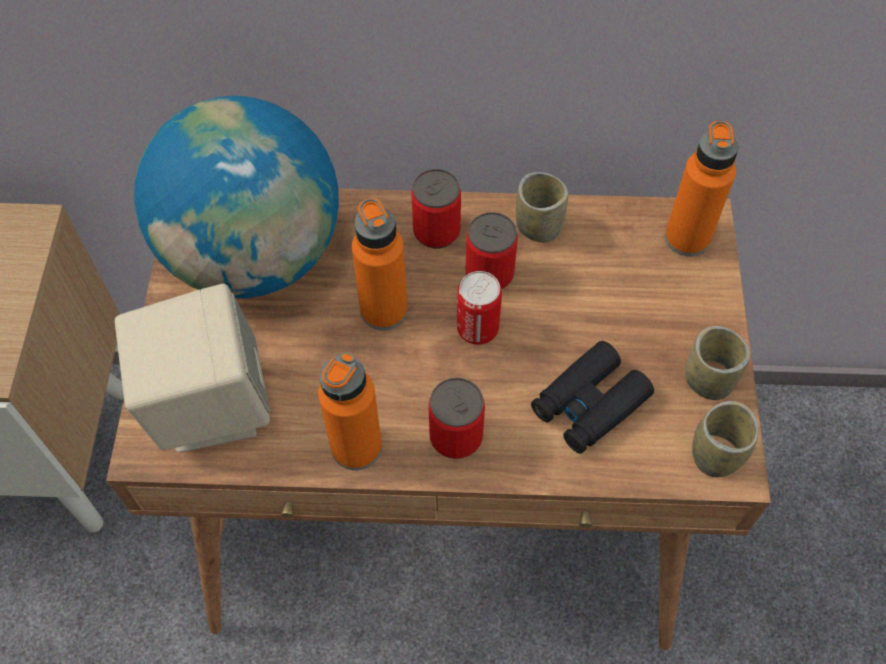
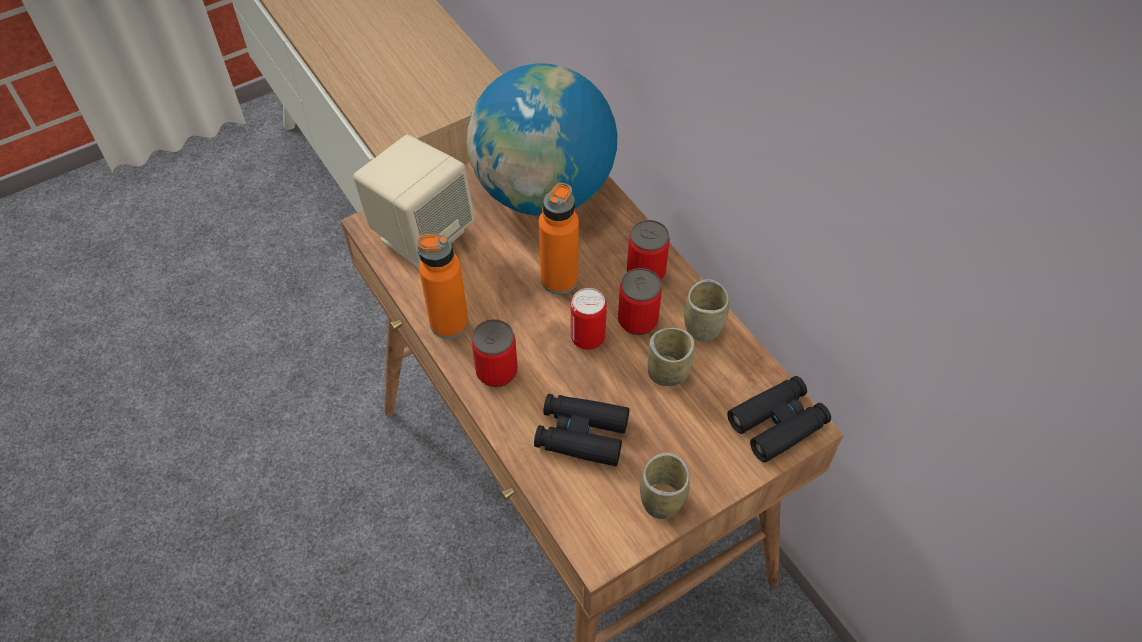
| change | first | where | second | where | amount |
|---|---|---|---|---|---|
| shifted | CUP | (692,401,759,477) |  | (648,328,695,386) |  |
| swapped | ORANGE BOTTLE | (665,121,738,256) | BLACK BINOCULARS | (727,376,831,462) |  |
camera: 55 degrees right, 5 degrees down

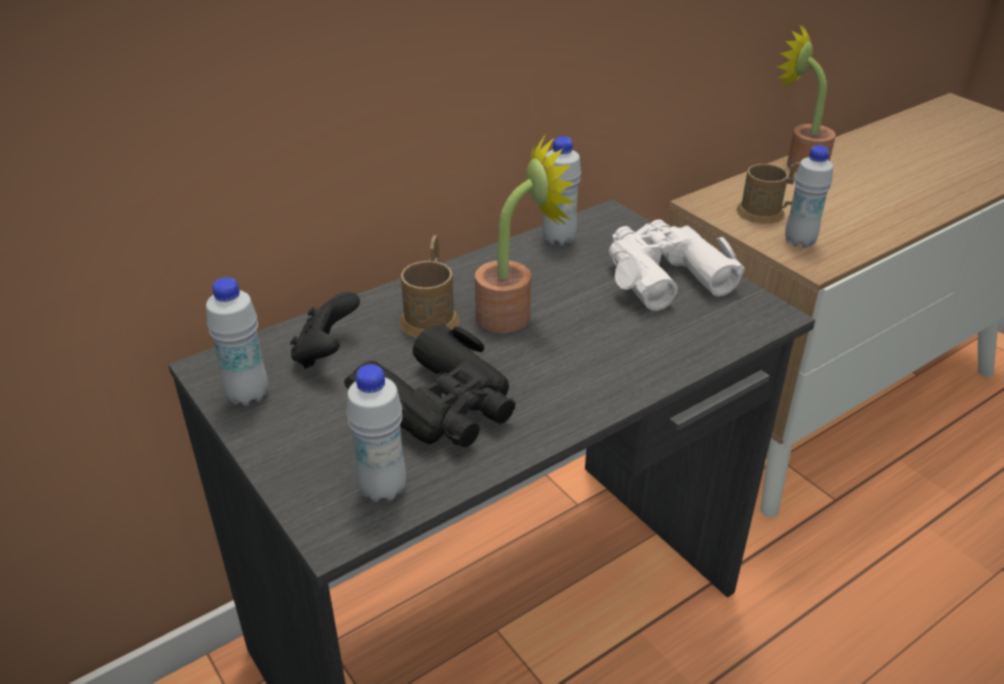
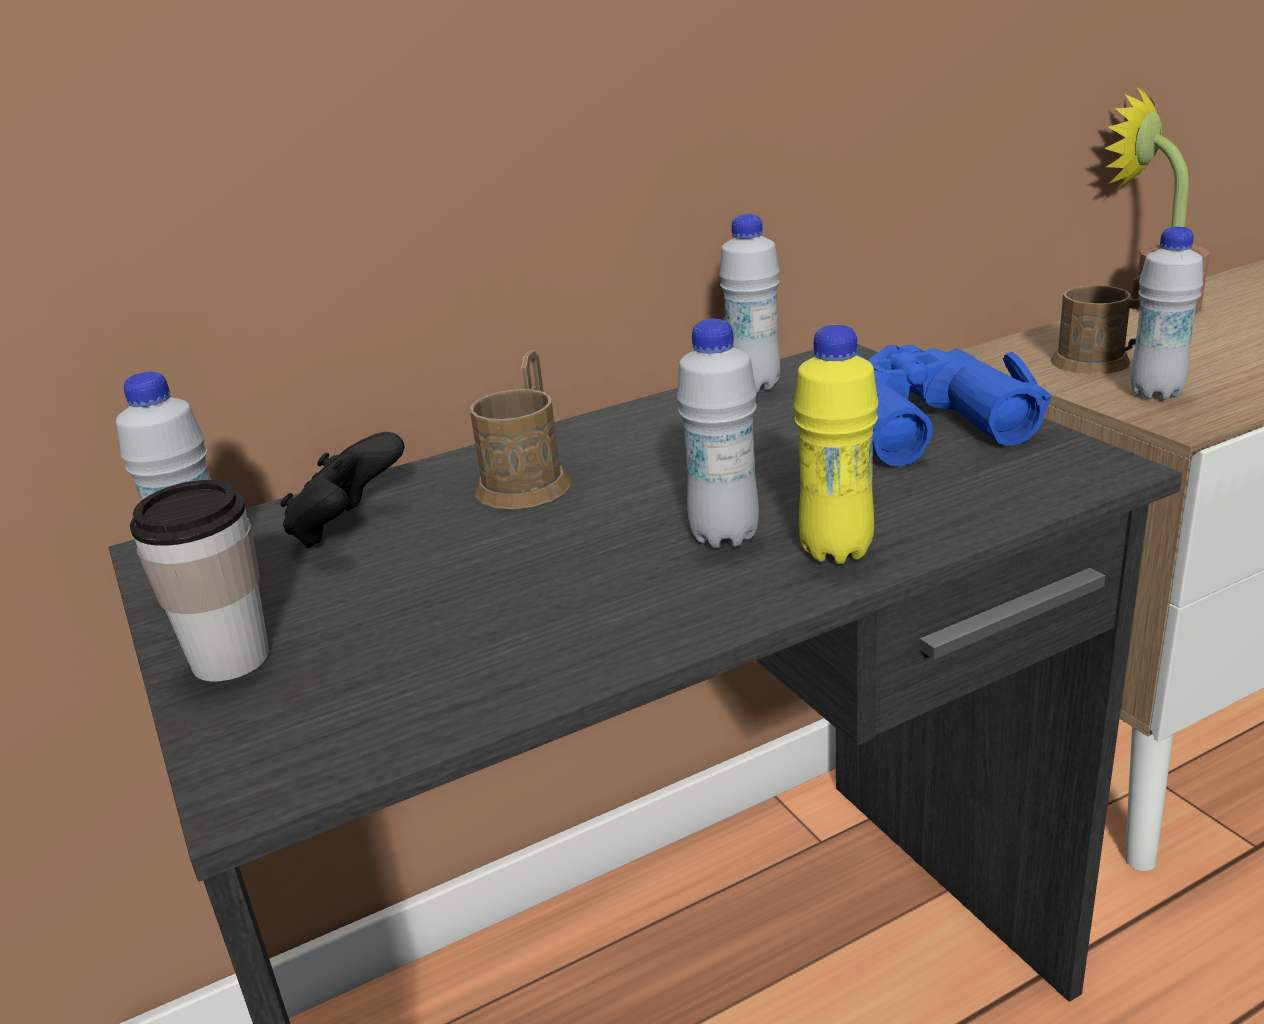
| change | first | where | second | where | amount |
|---|---|---|---|---|---|
| gone | BLACK BINOCULARS | (344,324,516,447) |  |  |  |
| gone | POTTED PLANT | (475,134,575,333) |  |  |  |
| new |  |  | CUP | (130,480,269,682) |  |
| new |  |  | YELLOW BOTTLE | (793,325,879,564) |  |
| shifted | WHITE BOTTLE | (346,364,406,502) |  | (677,319,759,548) |  |
| repainted | WHITE BINOCULARS | (609,220,745,311) | BLUE BINOCULARS | (856,345,1051,466) |  |
camera: 10 degrees right, 10 degrees down

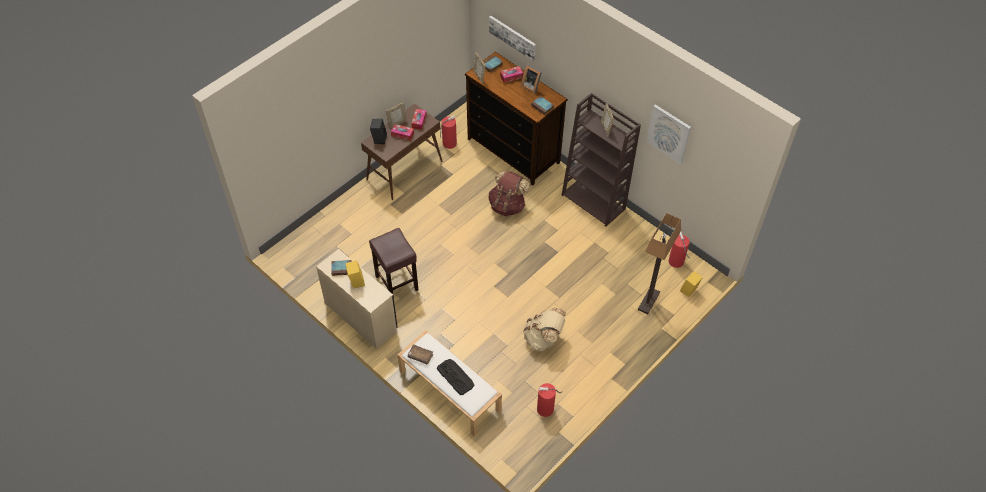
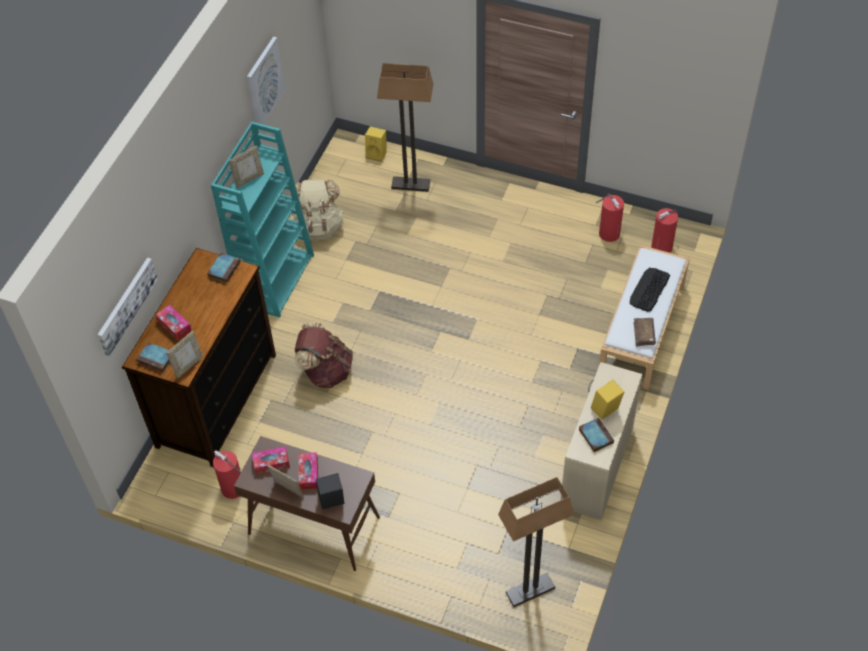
| change | first | where | second | where | amount |
|---|---|---|---|---|---|
| gone | BROWN STOOL | (369,228,419,297) |  |  |  |
| gone | PICTURE FRAME | (521,64,542,94) |  |  |  |
| new |  |  | FLOOR LAMP | (498,477,574,607) |  |
| shifted | BEIGE BACKPACK | (523,308,566,351) |  | (289,179,345,241) |  |
| shifted | FIRE EXTINGUISHER | (669,232,690,268) |  | (651,208,678,253) |  |
| repainted | BROWN BOOKCASE | (562,93,641,227) | TURQUOISE BOOKCASE | (211,121,314,318) |  |
camera: 110 degrees left, 0 degrees up

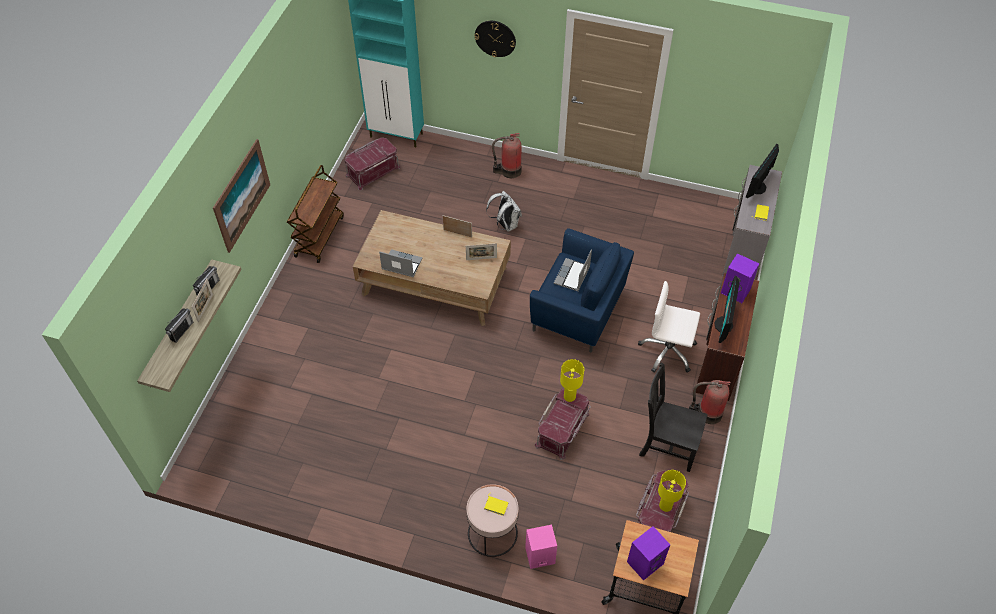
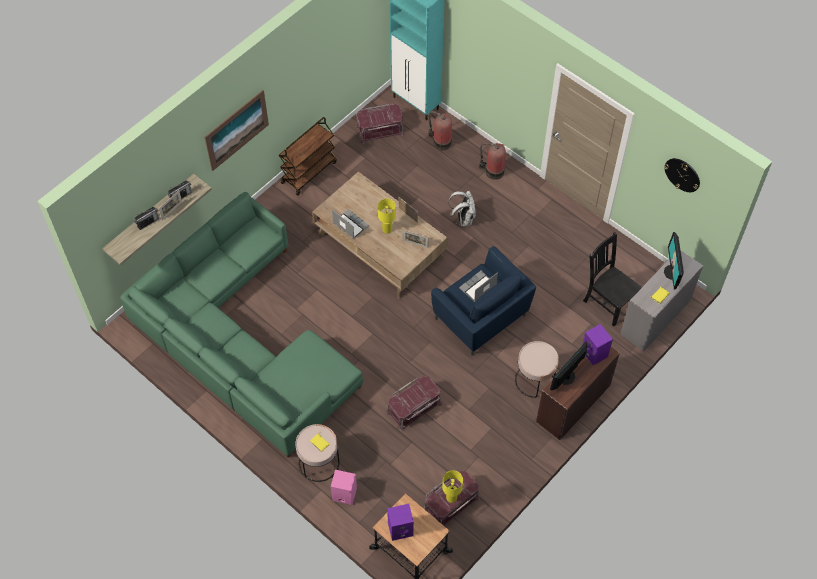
| change | first | where | second | where | amount |
|---|---|---|---|---|---|
| new |  |  | GREEN SOFA | (120,192,363,457) |  |
| shifted | WALL CLOCK | (475,21,516,57) |  | (664,158,700,192) |  |
| shifted | YELLOW TABLE LAMP | (560,359,584,402) |  | (378,199,396,234) |  |
| shifted | BLACK CHAIR | (639,362,707,472) |  | (583,232,642,326) |  |
| shifted | FIRE EXTINGUISHER | (689,380,730,424) |  | (428,111,452,150) |  |
| swapped | WHITE OFFICE CHAIR | (638,281,700,373) | PINK SIDE TABLE | (515,341,559,398) |  |
| rotated | MONITOR | (746,144,779,198) |  | (664,232,684,289) | 60 degrees counterclockwise |
camera: 25 degrees right, 5 degrees up

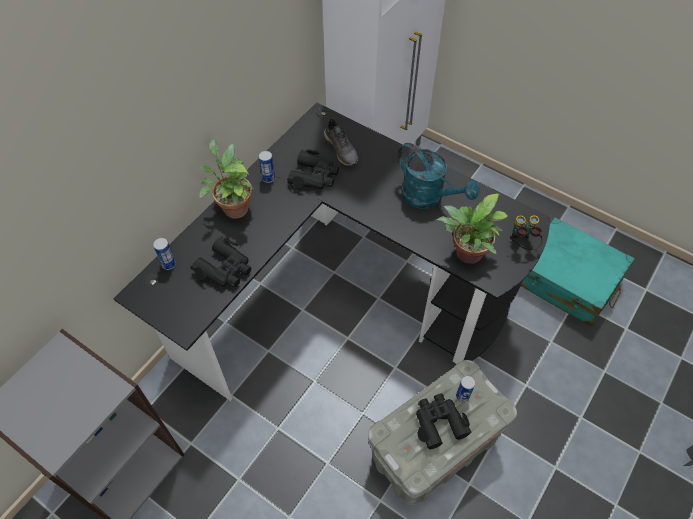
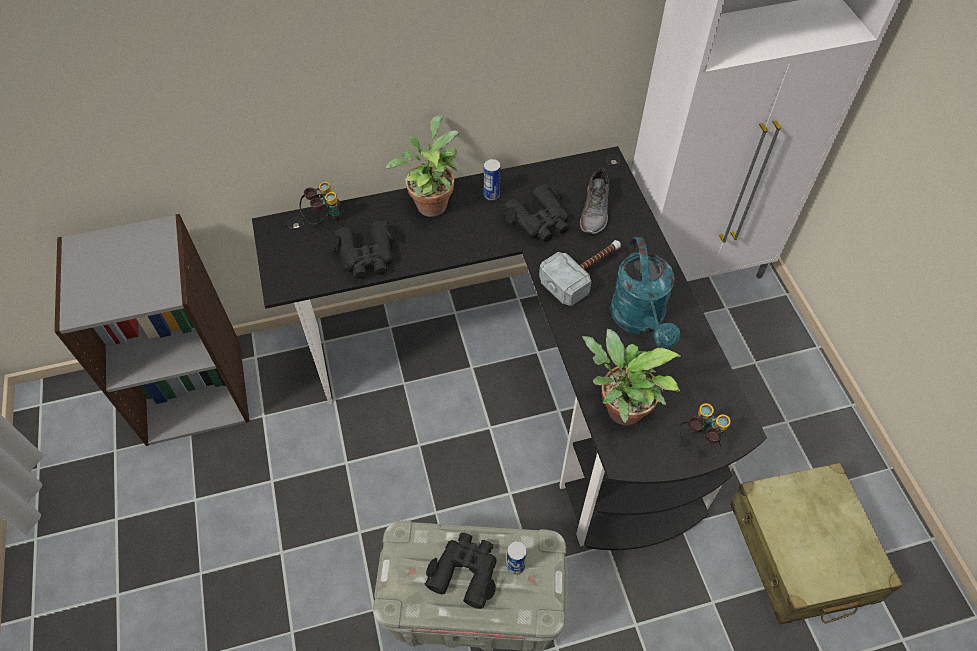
| change | first | where | second | where | amount |
|---|---|---|---|---|---|
| new |  |  | HAMMER | (539,240,621,306) |  |
| swapped | CAN | (153,238,176,270) | BINOCULARS | (300,181,341,225) |  |
| repainted | TURQUOISE SUITCASE | (521,217,635,327) | BEIGE SUITCASE | (730,463,903,625) |  |
camera: 40 degrees right, 0 degrees up

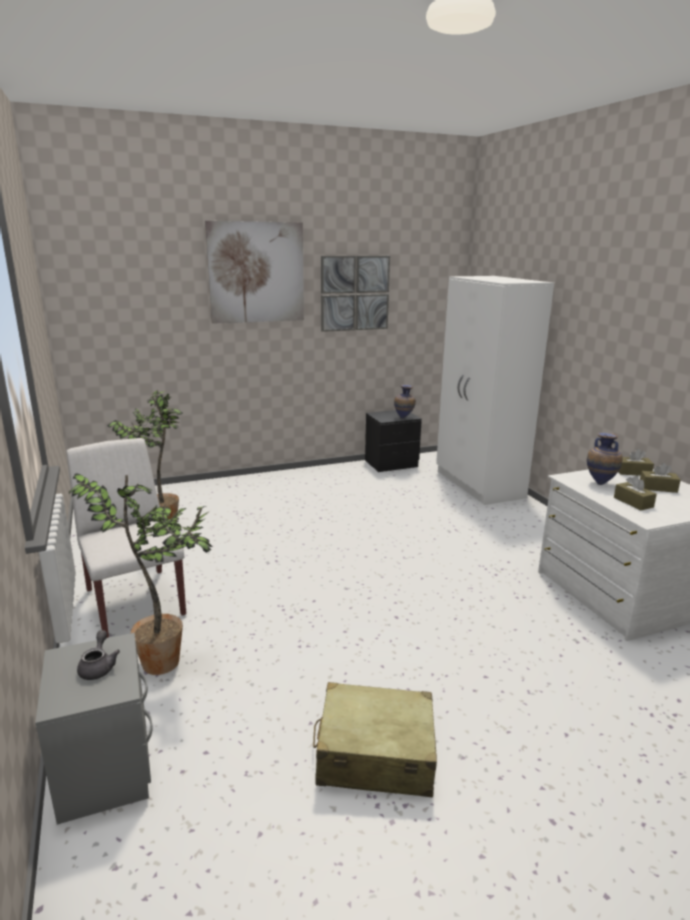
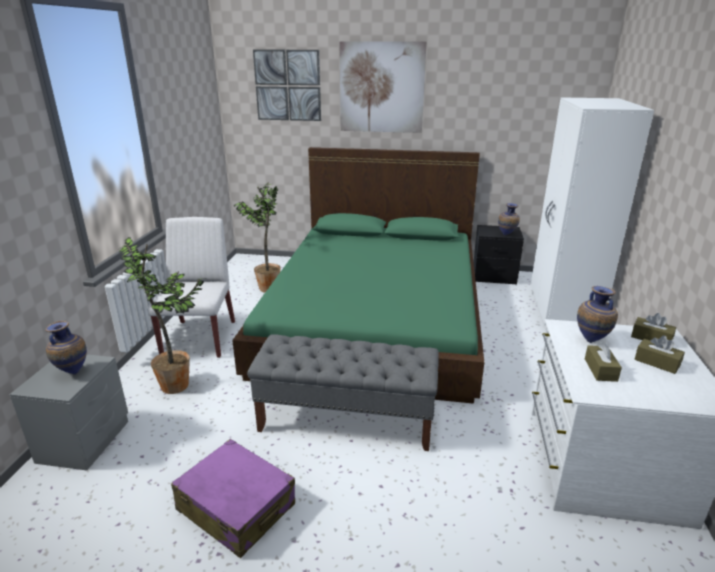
| change | first | where | second | where | amount |
|---|---|---|---|---|---|
| new |  |  | GREEN BED | (232,147,484,404) |  |
| new |  |  | GREY BENCH | (247,334,439,451) |  |
| shifted | PICTURE | (321,256,390,332) |  | (253,50,321,121) |  |
| swapped | GREY TEAPOT | (77,630,120,680) | VASE | (45,321,87,375) |  |
| repainted | BEIGE SUITCASE | (313,682,437,797) | PURPLE SUITCASE | (171,439,295,558) |  |
camera: 30 degrees right, 5 degrees up

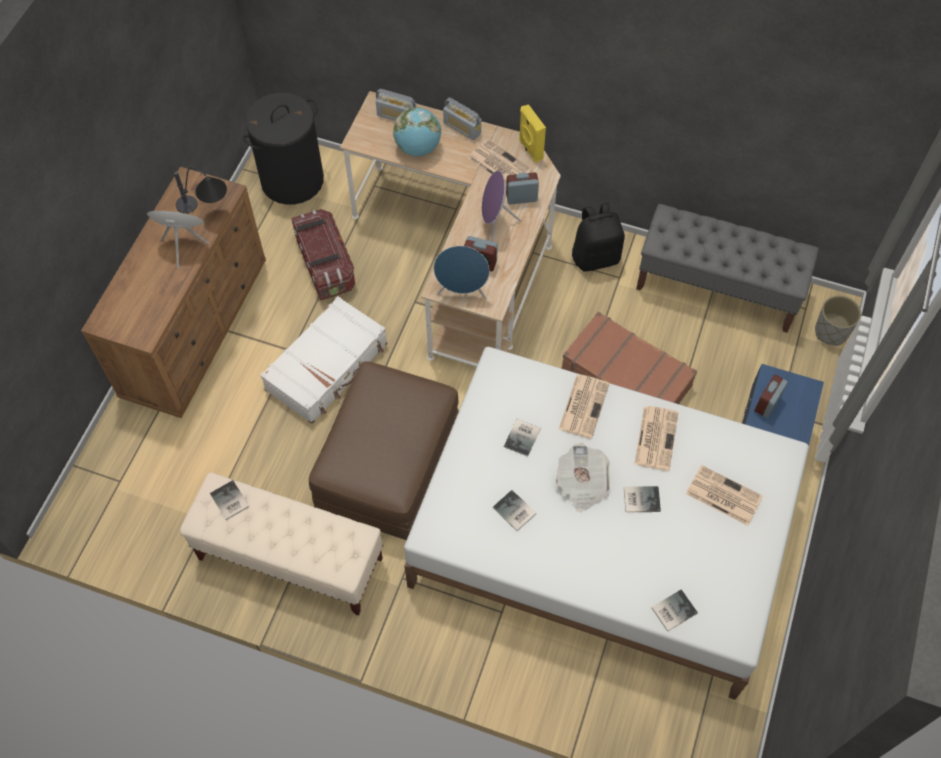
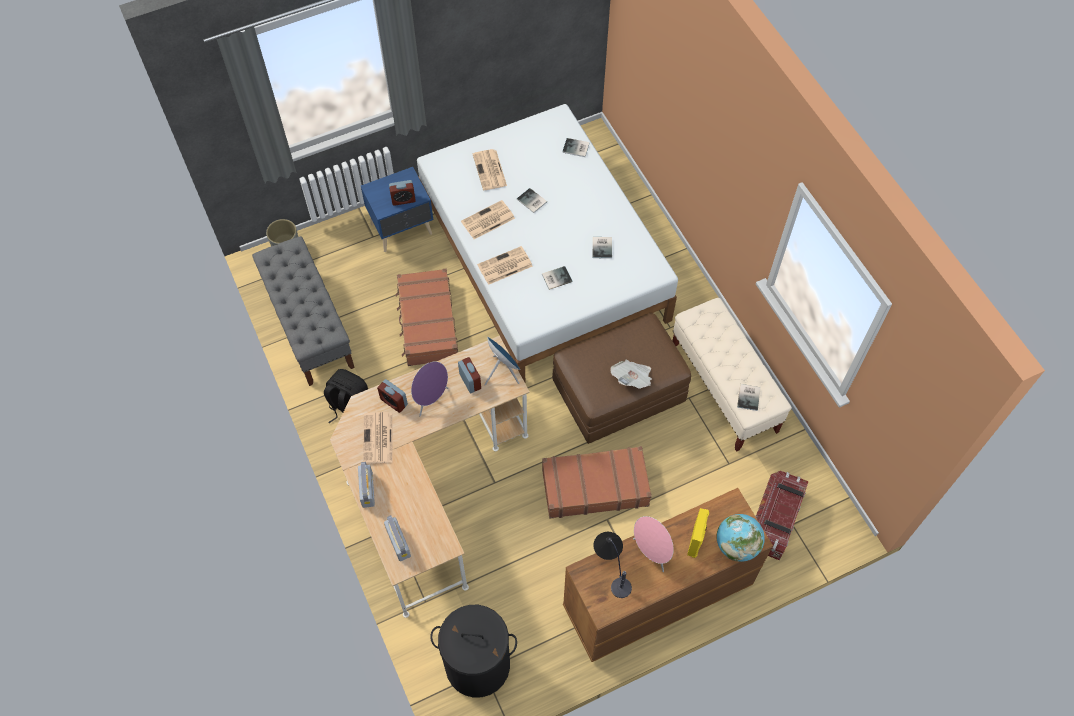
| change | first | where | second | where | amount |
|---|---|---|---|---|---|
| shifted | STORAGE BOX | (291,209,355,300) |  | (755,471,808,560) |  |
| shifted | GLOBE | (393,107,441,156) |  | (716,514,765,562) |  |
| shifted | YELLOW SPEAKER | (519,104,546,163) |  | (687,508,709,558) |  |
| shifted | NEWSPAPER | (556,443,610,512) |  | (611,360,652,389) |  |
| repainted | WHITE SUITCASE | (260,296,387,424) | BROWN SUITCASE | (542,446,652,519) |  |
camera: 135 degrees left, 0 degrees up

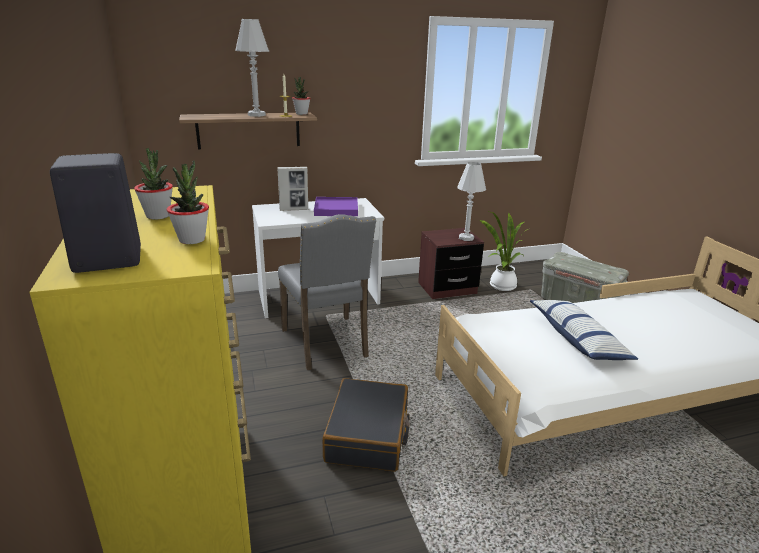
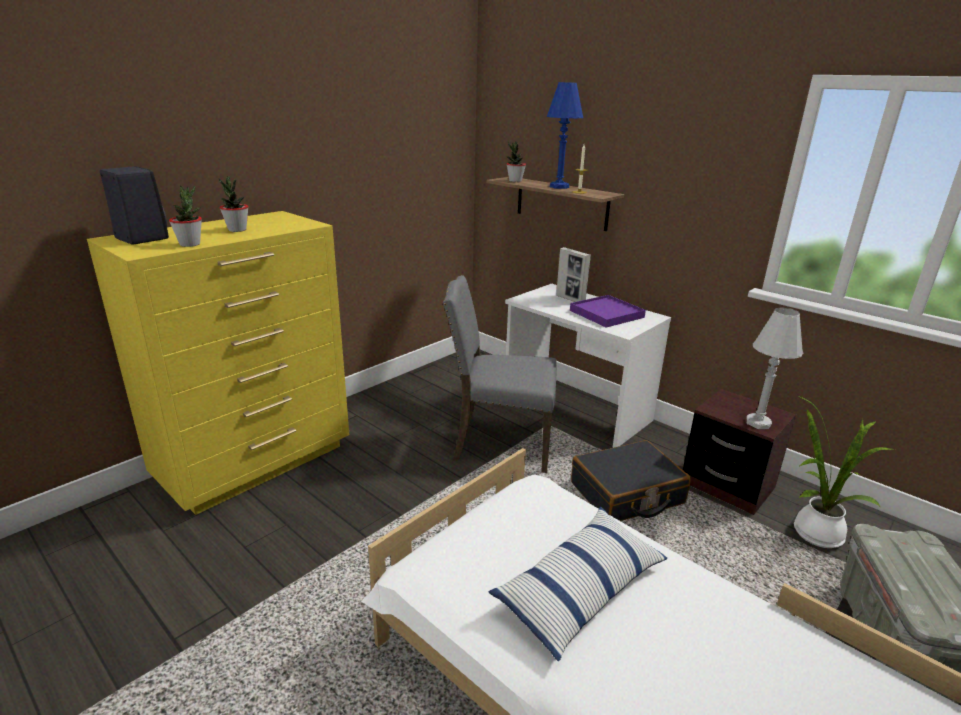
| change | first | where | second | where | amount |
|---|---|---|---|---|---|
| shifted | POTTED PLANT | (292,77,311,115) |  | (506,141,526,182) |  |
| shifted | BLACK SUITCASE | (322,378,410,472) |  | (571,440,691,521) |  |
| repainted | WHITE TABLE LAMP | (235,19,269,117) | BLUE TABLE LAMP | (547,82,583,189) |  |
| rotated | GREY CHAIR | (278,214,376,370) |  | (443,275,557,473) | 60 degrees clockwise |
camera: 60 degrees right, 0 degrees up

